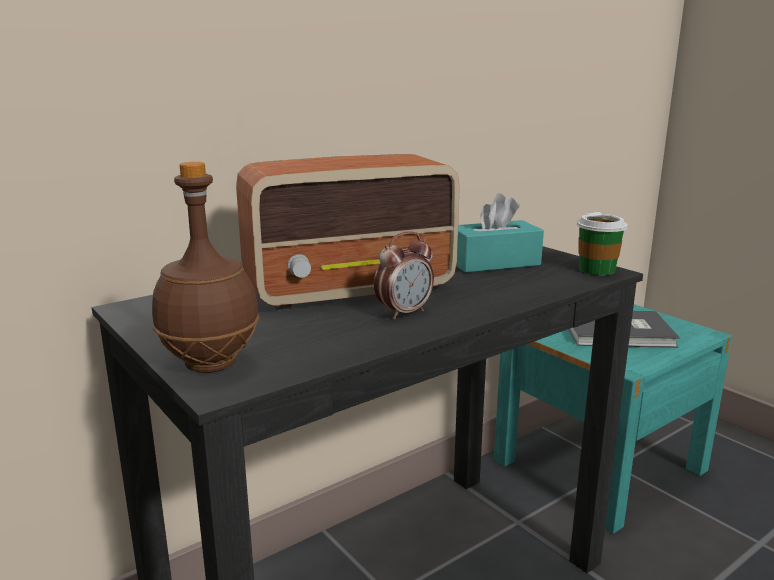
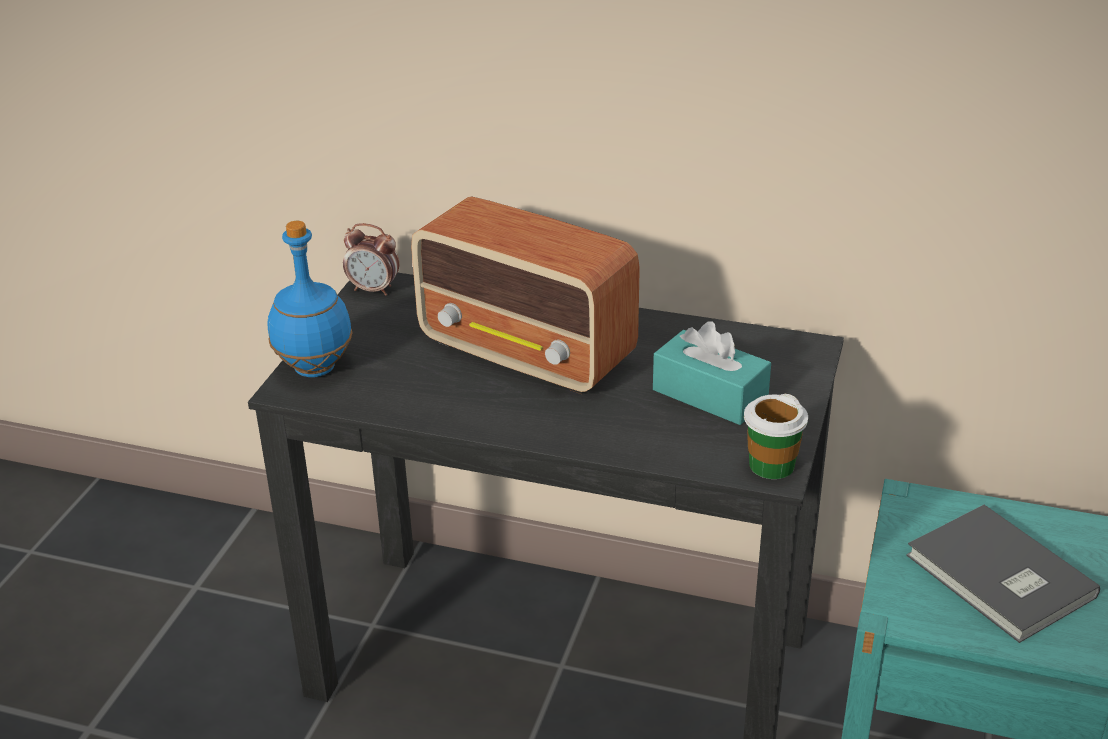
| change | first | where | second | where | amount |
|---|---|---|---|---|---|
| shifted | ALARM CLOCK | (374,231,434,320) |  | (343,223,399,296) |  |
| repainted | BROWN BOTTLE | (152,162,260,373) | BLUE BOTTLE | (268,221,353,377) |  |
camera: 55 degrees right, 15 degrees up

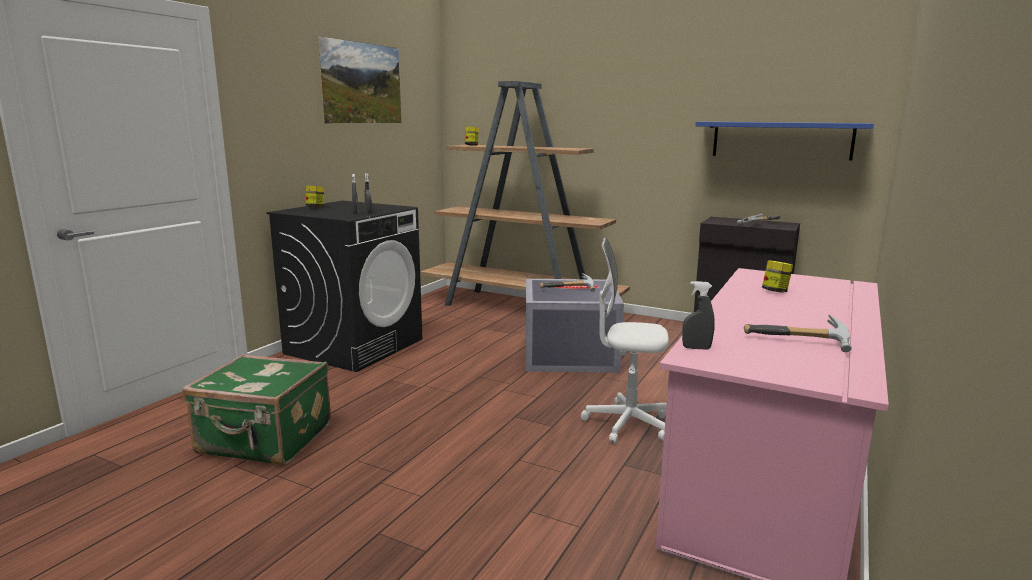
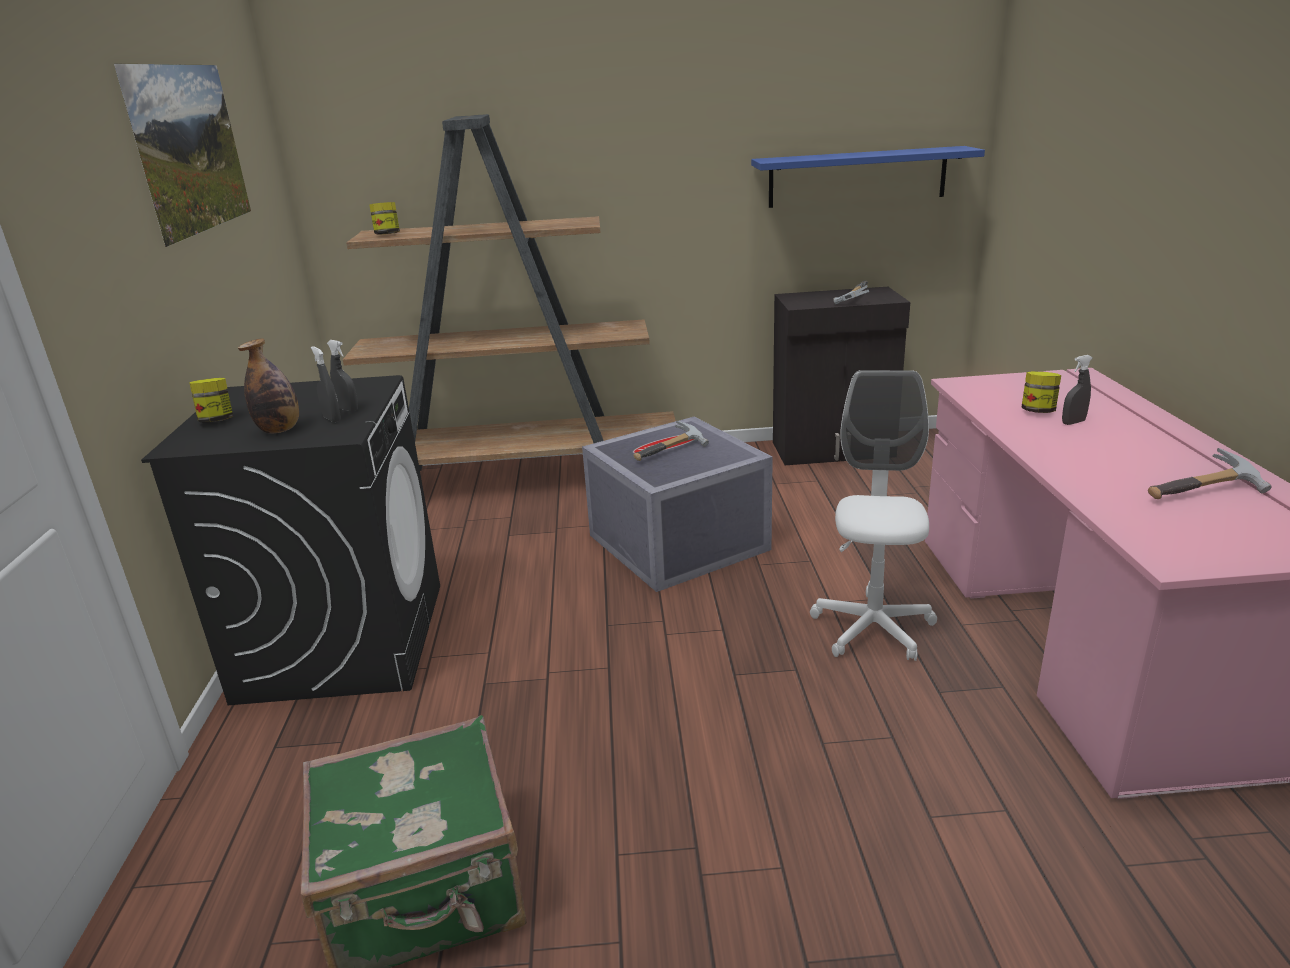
| change | first | where | second | where | amount |
|---|---|---|---|---|---|
| new |  |  | BOTTLE | (238,338,299,434) |  |
| shifted | GREY SPRAY BOTTLE | (682,281,715,350) |  | (1062,355,1092,425) |  |
| rotated | WHITE OFFICE CHAIR | (581,238,669,444) |  | (810,370,937,661) | 120 degrees clockwise |
camera: 30 degrees left, 10 degrees up

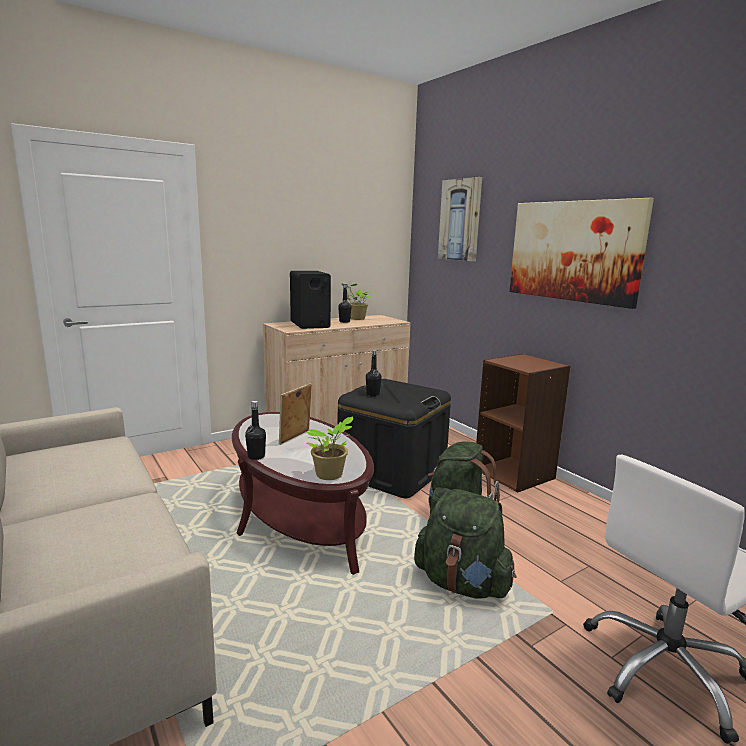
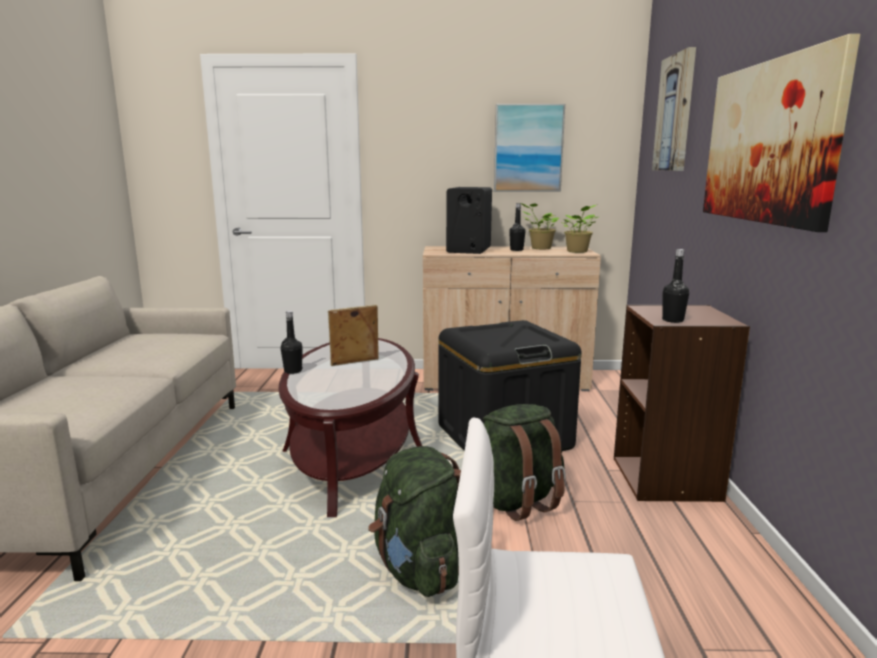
| change | first | where | second | where | amount |
|---|---|---|---|---|---|
| new |  |  | PICTURE | (494,104,565,192) |  |
| shifted | POTTED PLANT | (306,416,353,480) |  | (560,205,598,253) |  |
| shifted | BLACK BOTTLE | (366,350,382,397) |  | (662,249,689,323) |  |
camera: 35 degrees right, 0 degrees up

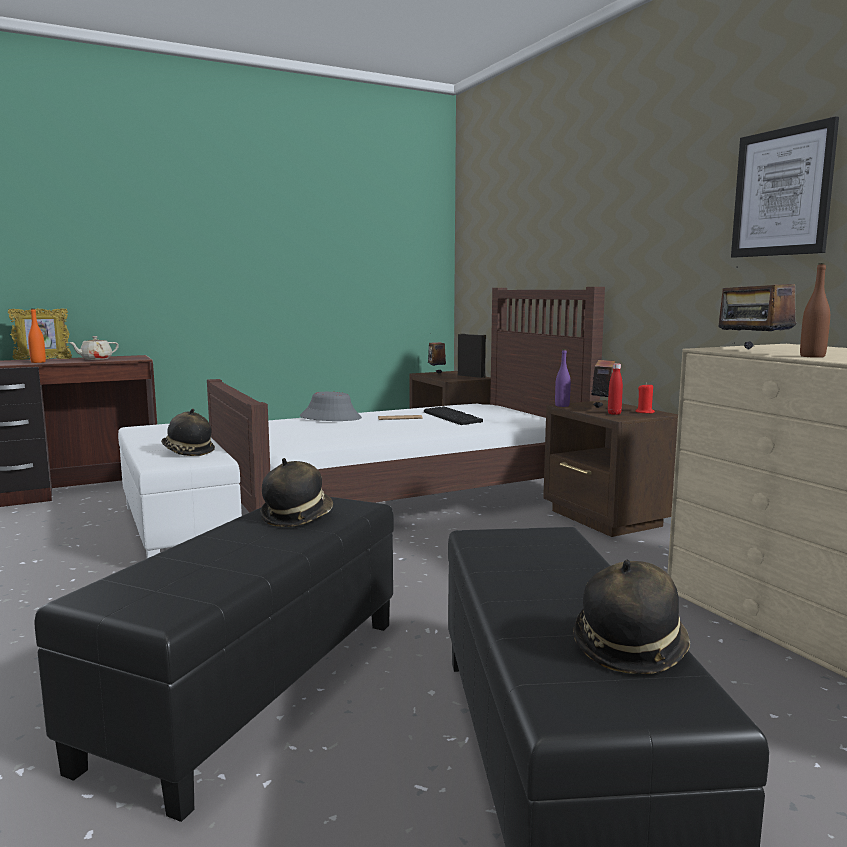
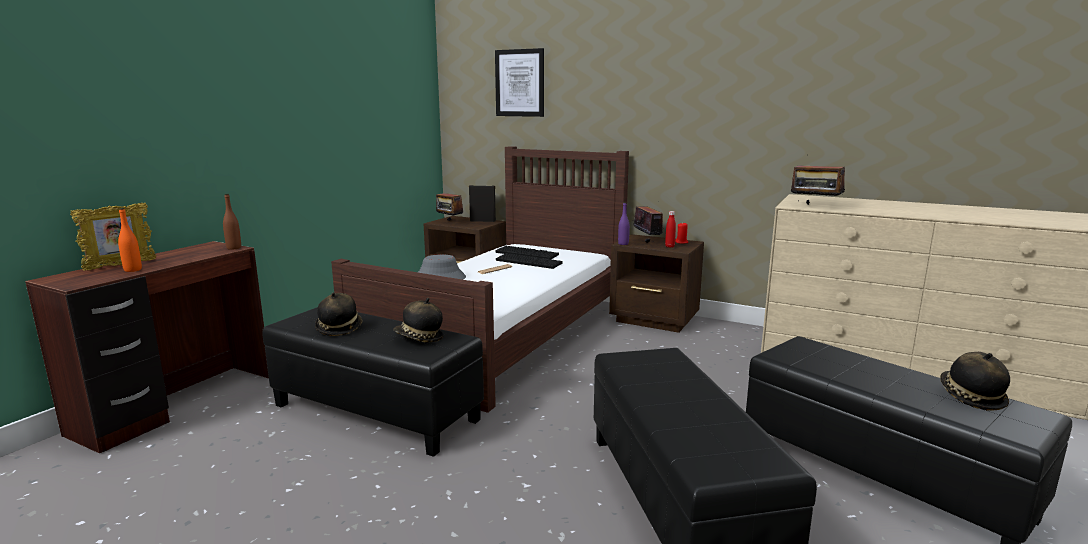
| change | first | where | second | where | amount |
|---|---|---|---|---|---|
| gone | BEIGE TEAPOT | (69,336,119,360) |  |  |  |
| new |  |  | KEYBOARD | (495,246,559,259) |  |
| shifted | HAT | (260,458,333,527) |  | (315,292,363,336) |  |
| shifted | PICTURE | (731,116,839,258) |  | (495,48,544,117) |  |
| shifted | BROWN BOTTLE | (800,263,830,358) |  | (223,194,241,250) |  |
| repainted | WHITE OTTOMAN | (118,424,242,558) | BLACK OTTOMAN | (262,307,484,457) |  |
camera: 35 degrees left, 5 degrees up

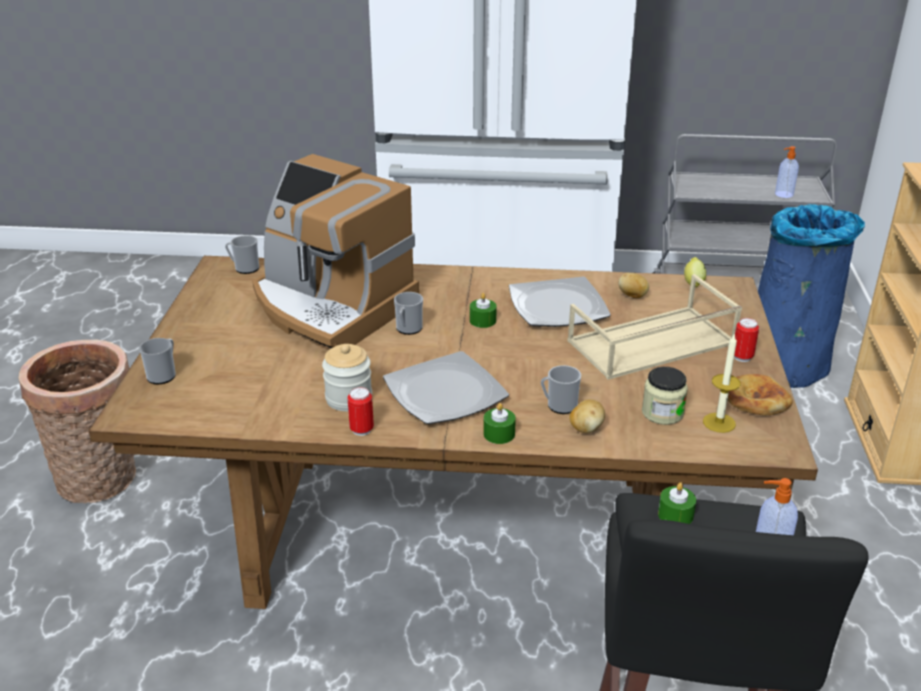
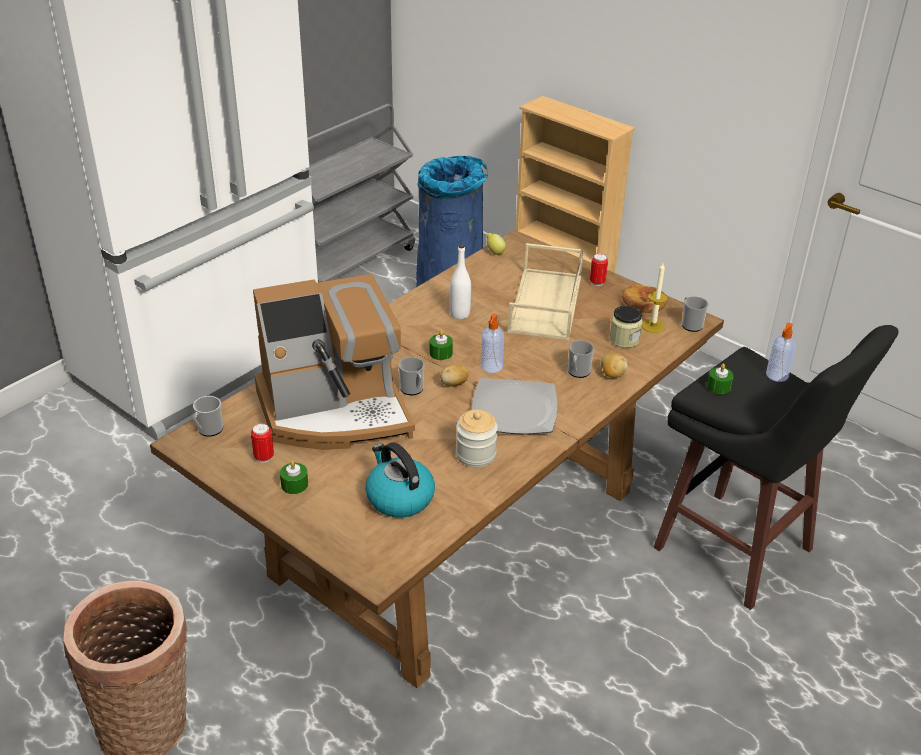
| change | first | where | second | where | amount |
|---|---|---|---|---|---|
| new |  |  | KETTLE | (365,442,435,518) |  |
| shifted | MUG | (139,338,176,384) |  | (682,296,708,332) |  |
| shifted | CAN | (348,387,374,436) |  | (251,423,274,463) |  |
| shifted | GREEN CANDLE | (483,403,516,444) |  | (280,460,308,494) |  |
| shifted | POTATO | (618,273,649,298) |  | (440,364,469,387) |  |
| shifted | SOAP DISPENSER | (775,146,799,198) |  | (481,314,504,373) |  |
| swapped | PLATE | (509,277,611,327) | WHITE BOTTLE | (450,244,471,320) |  |
camera: 55 degrees left, 5 degrees up

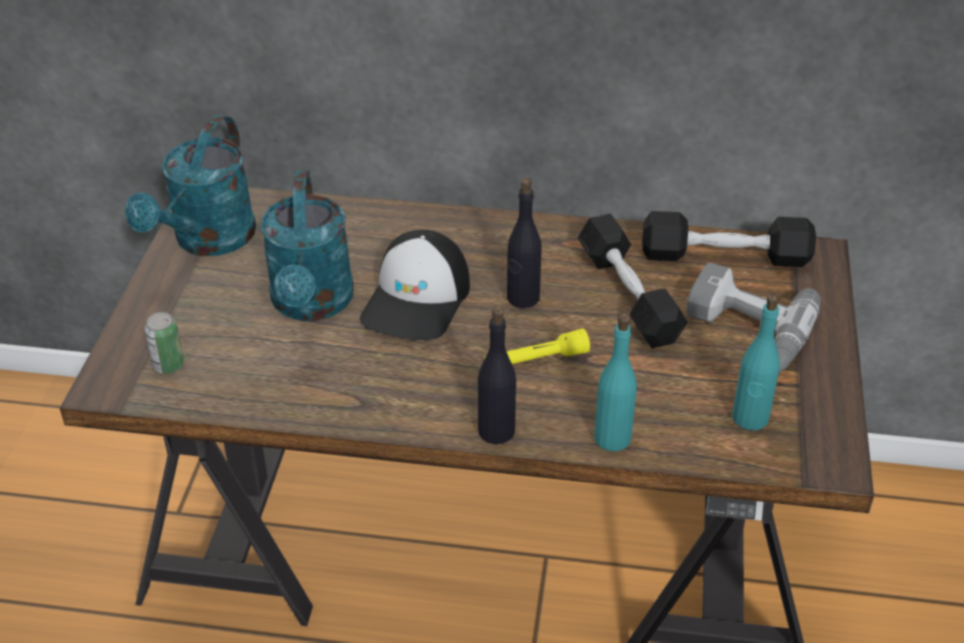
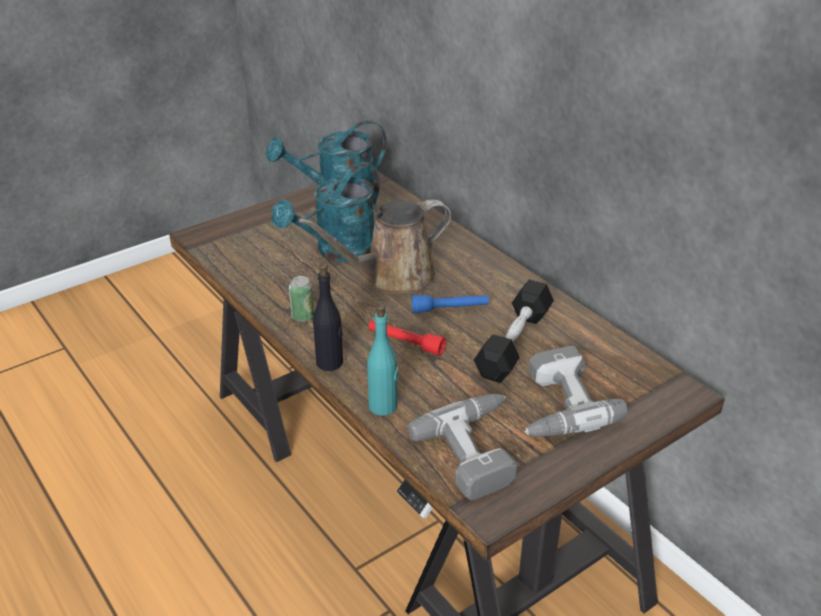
| change | first | where | second | where | amount |
|---|---|---|---|---|---|
| gone | BLACK DUMBBELL | (642,211,816,267) |  |  |  |
| shifted | CAN | (144,312,184,374) |  | (289,276,314,322) |  |
| swapped | CAP | (360,230,470,341) | BROWN WATERING CAN | (298,199,451,294) |  |
| swapped | BLACK BOTTLE | (507,178,542,308) | BLUE FLASHLIGHT | (412,295,489,313) |  |
| swapped | TURQUOISE BOTTLE | (732,294,780,430) | POWER DRILL | (407,394,518,500) |  |
| repainted | YELLOW FLASHLIGHT | (484,328,590,364) | RED FLASHLIGHT | (368,320,446,356) |  |
camera: 45 degrees right, 5 degrees down

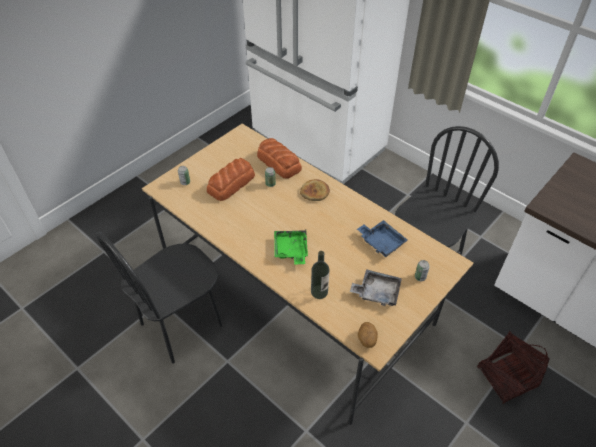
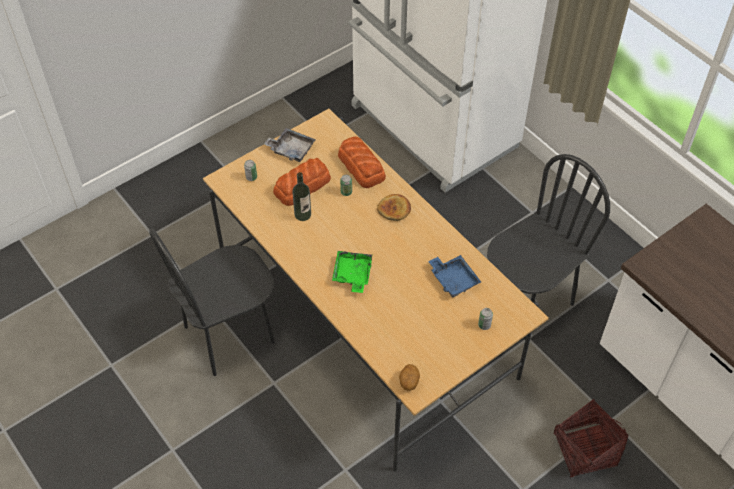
| change | first | where | second | where | amount |
|---|---|---|---|---|---|
| shifted | BOTTLE | (311,251,330,299) |  | (292,172,311,221) |  |
| shifted | GREY TRAY | (350,269,402,306) |  | (264,128,316,162) |  |
camera: 10 degrees right, 5 degrees up

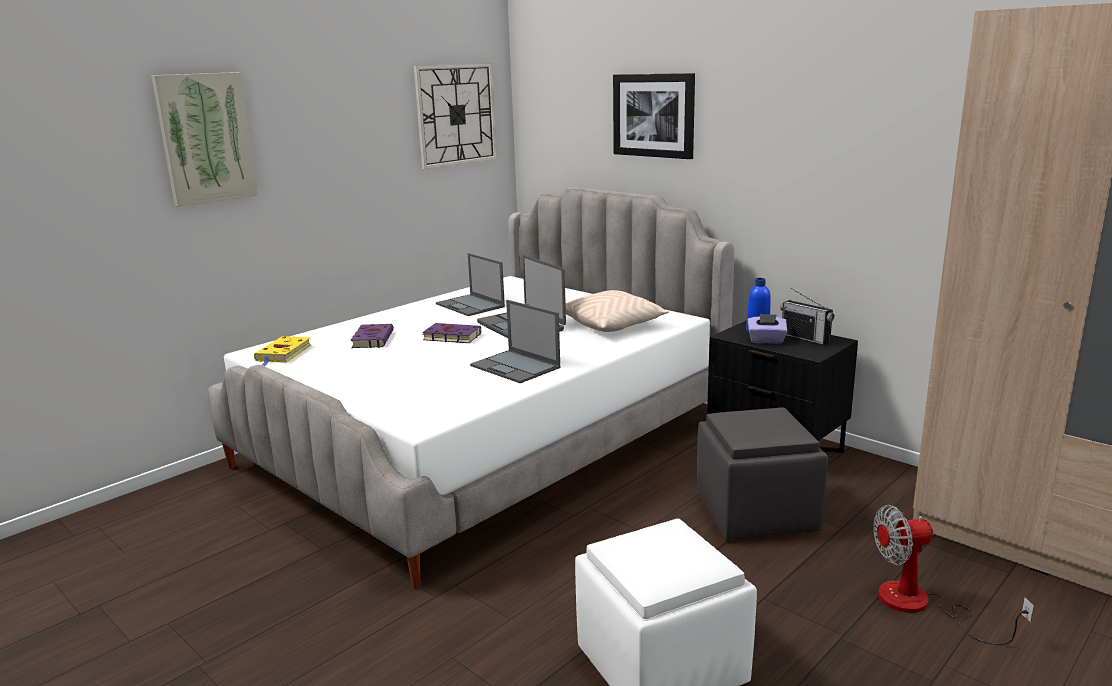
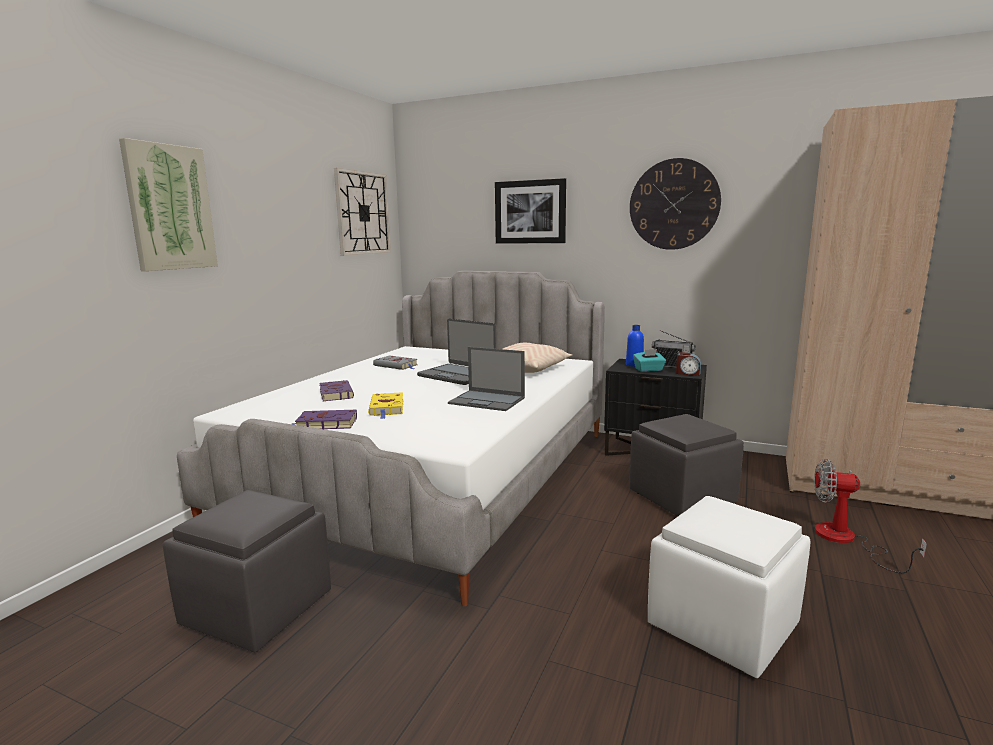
| change | first | where | second | where | amount |
|---|---|---|---|---|---|
| new |  |  | GREY OTTOMAN | (163,490,331,652) |  |
| new |  |  | WALL CLOCK | (630,158,721,250) |  |
| new |  |  | ALARM CLOCK | (676,352,701,376) |  |
| shifted | YELLOW BOOK | (254,336,311,366) |  | (368,392,403,419) |  |
| shifted | PURPLE BOOK | (422,323,481,343) |  | (291,410,357,429) |  |
| swapped | LAPTOP | (436,253,505,316) | GREY BOOK | (373,355,417,370) |  |
| repainted | PURPLE TISSUE BOX | (747,314,787,344) | TURQUOISE TISSUE BOX | (633,349,666,372) |  |
| rotated | FAN | (873,505,1034,645) |  | (814,459,927,573) | 45 degrees clockwise |
camera: 20 degrees left, 5 degrees down

